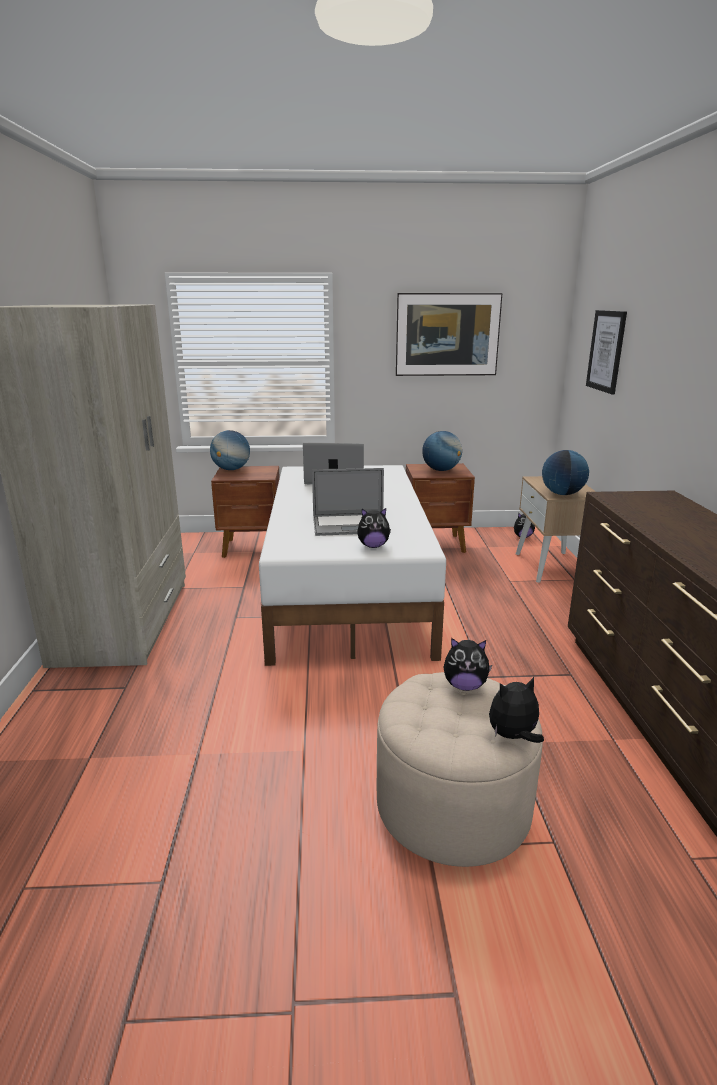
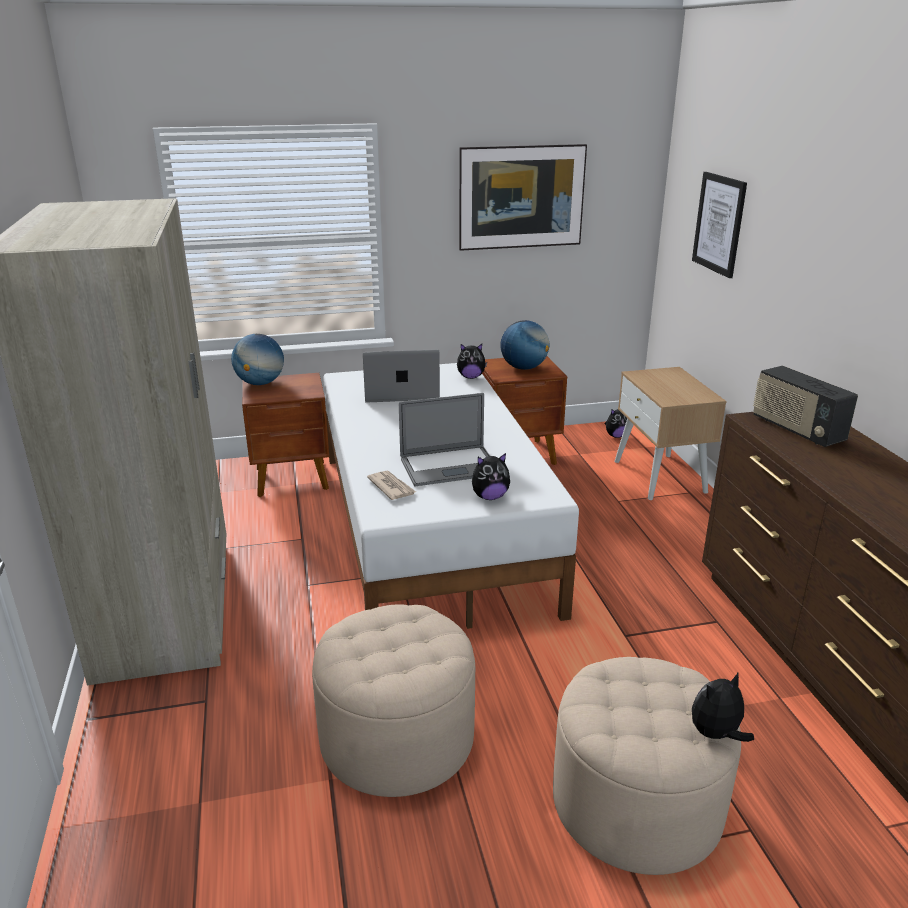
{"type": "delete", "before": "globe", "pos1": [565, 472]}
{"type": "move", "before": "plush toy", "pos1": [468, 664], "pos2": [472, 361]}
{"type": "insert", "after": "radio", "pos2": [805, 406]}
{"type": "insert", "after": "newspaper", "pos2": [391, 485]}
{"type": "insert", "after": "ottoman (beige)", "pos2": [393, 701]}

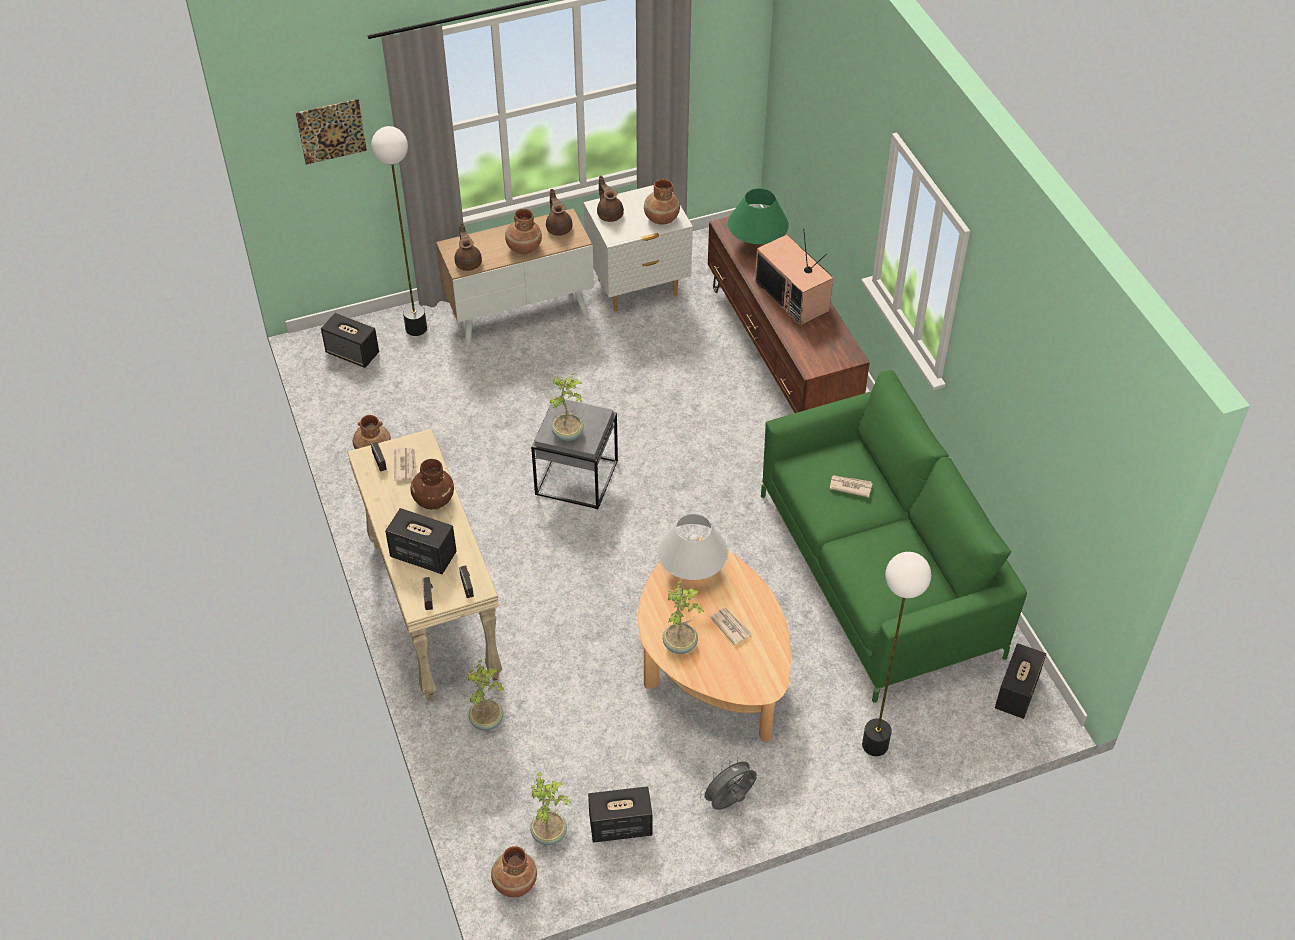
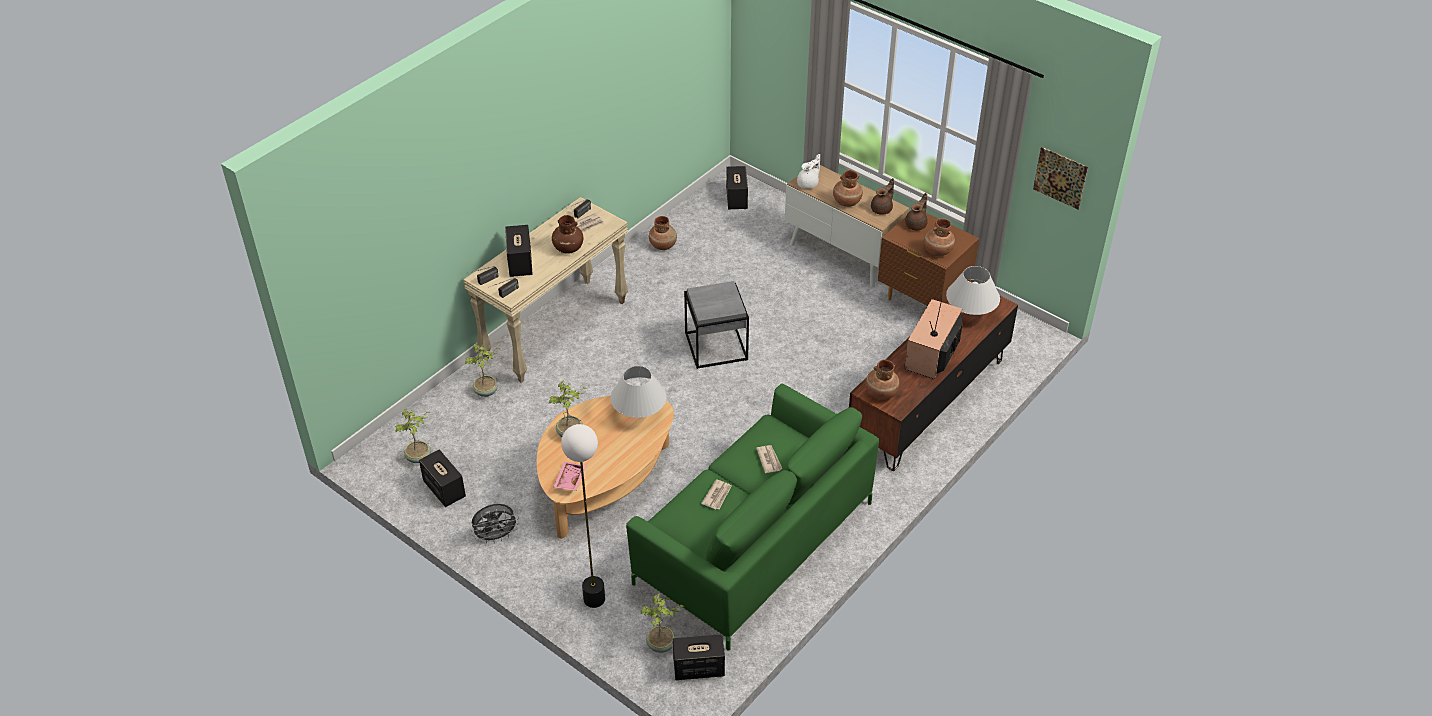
{"type": "move", "before": "picture", "pos1": [331, 132], "pos2": [1060, 178]}
{"type": "delete", "before": "floor lamp", "pos1": [399, 231]}
{"type": "recolor", "before": "nightstand (white)", "after": "nightstand (brown)", "pos1": [638, 248], "pos2": [928, 259]}
{"type": "recolor", "before": "table lamp (green)", "after": "table lamp (white)", "pos1": [758, 216], "pos2": [973, 290]}
{"type": "recolor", "before": "teapot (brown)", "after": "teapot (white)", "pos1": [468, 247], "pos2": [808, 171]}
{"type": "move", "before": "potted plant", "pos1": [566, 407], "pos2": [662, 623]}
{"type": "move", "before": "newspaper", "pos1": [731, 626], "pos2": [716, 494]}
{"type": "rotate", "before": "fan (grey)", "pos1": [728, 783], "pos2": [495, 524], "turn": 135}
{"type": "move", "before": "vase (brown)", "pos1": [514, 871], "pos2": [882, 380]}
{"type": "insert", "after": "tray (pink)", "pos2": [570, 476]}

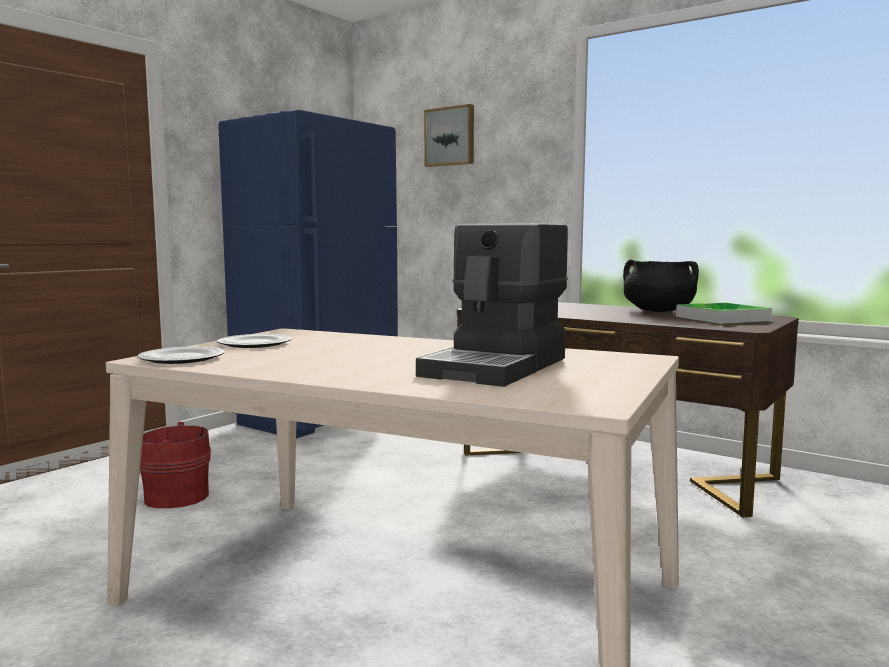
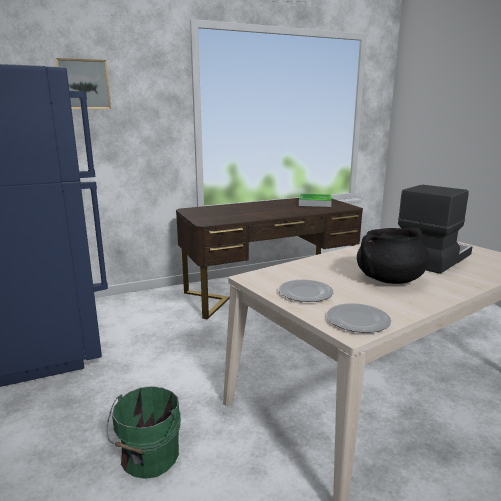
{"type": "rotate", "before": "coffee machine", "pos1": [492, 305], "pos2": [435, 229], "turn": -105}
{"type": "move", "before": "cooking pot (black)", "pos1": [661, 285], "pos2": [393, 255]}
{"type": "recolor", "before": "bucket (red)", "after": "bucket (green)", "pos1": [175, 465], "pos2": [144, 432]}

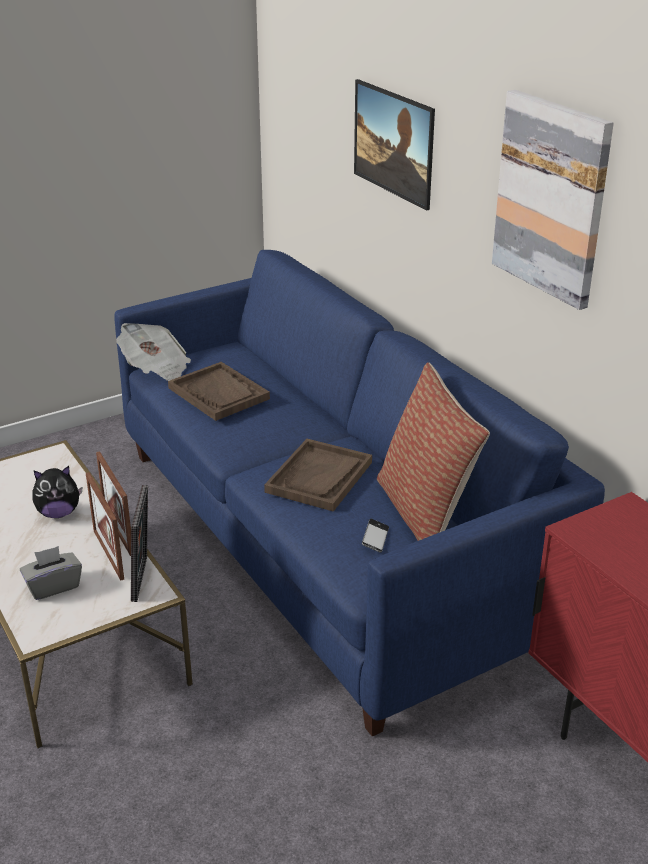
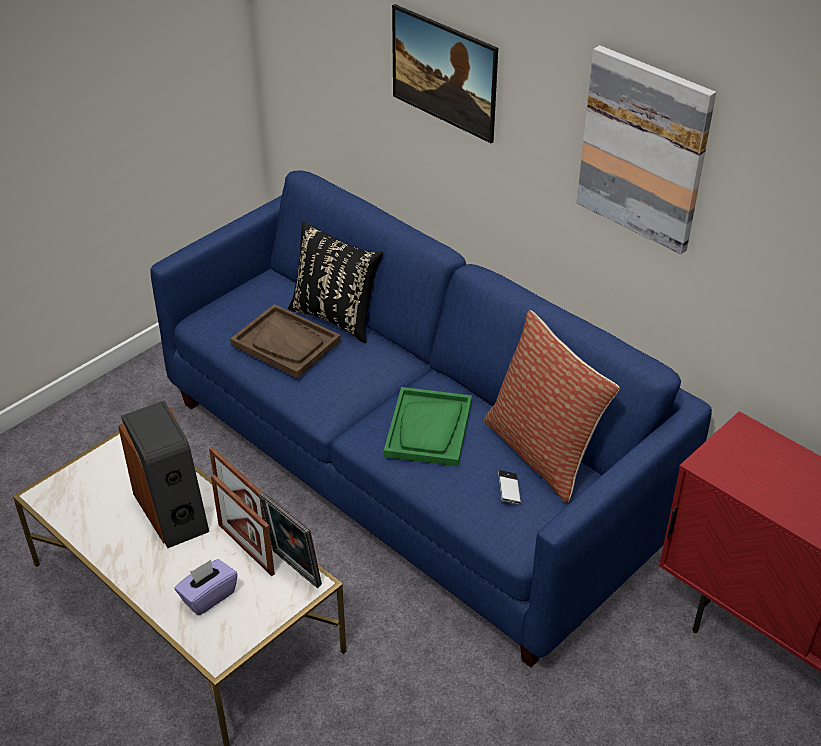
{"type": "delete", "before": "newspaper", "pos1": [153, 352]}
{"type": "recolor", "before": "tray (brown)", "after": "tray (green)", "pos1": [318, 475], "pos2": [428, 427]}
{"type": "replace", "before": "plush toy", "after": "speaker", "pos1": [57, 492], "pos2": [163, 474]}
{"type": "rotate", "before": "picture frame", "pos1": [139, 543], "pos2": [290, 540], "turn": 150}
{"type": "recolor", "before": "tissue box (grey)", "after": "tissue box (purple)", "pos1": [51, 573], "pos2": [206, 587]}
{"type": "insert", "after": "pillow (black)", "pos2": [335, 282]}

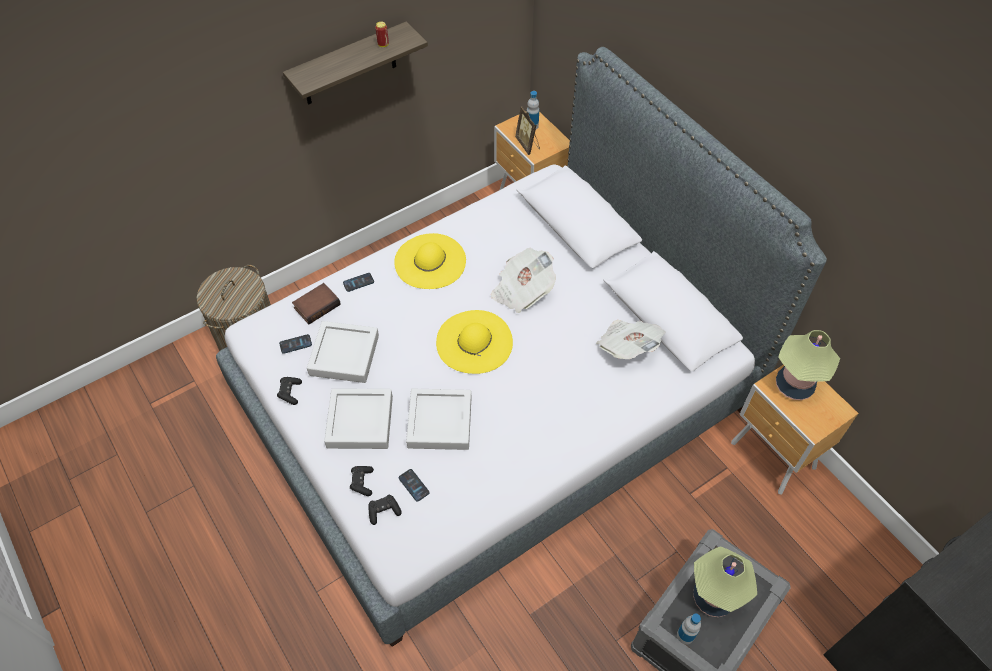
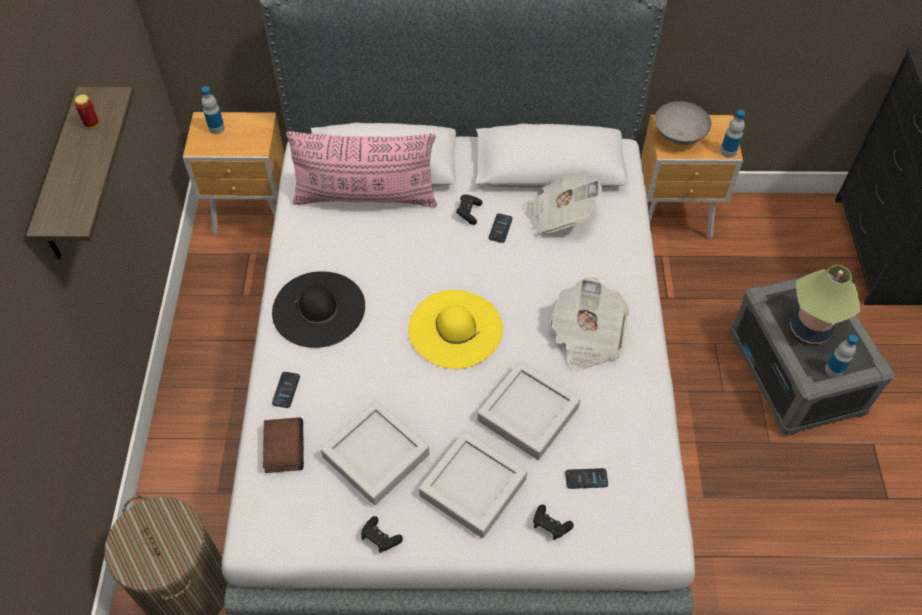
{"type": "delete", "before": "picture frame", "pos1": [527, 130]}
{"type": "recolor", "before": "hat (yellow)", "after": "hat (black)", "pos1": [430, 261], "pos2": [318, 309]}
{"type": "move", "before": "newspaper", "pos1": [523, 280], "pos2": [589, 324]}
{"type": "replace", "before": "table lamp", "after": "bowl (grey)", "pos1": [808, 365], "pos2": [683, 123]}
{"type": "move", "before": "phone", "pos1": [295, 344], "pos2": [501, 228]}
{"type": "move", "before": "game controller (black)", "pos1": [385, 509], "pos2": [469, 209]}
{"type": "insert", "after": "bottle", "pos2": [732, 134]}
{"type": "insert", "after": "pillow (pink)", "pos2": [362, 169]}

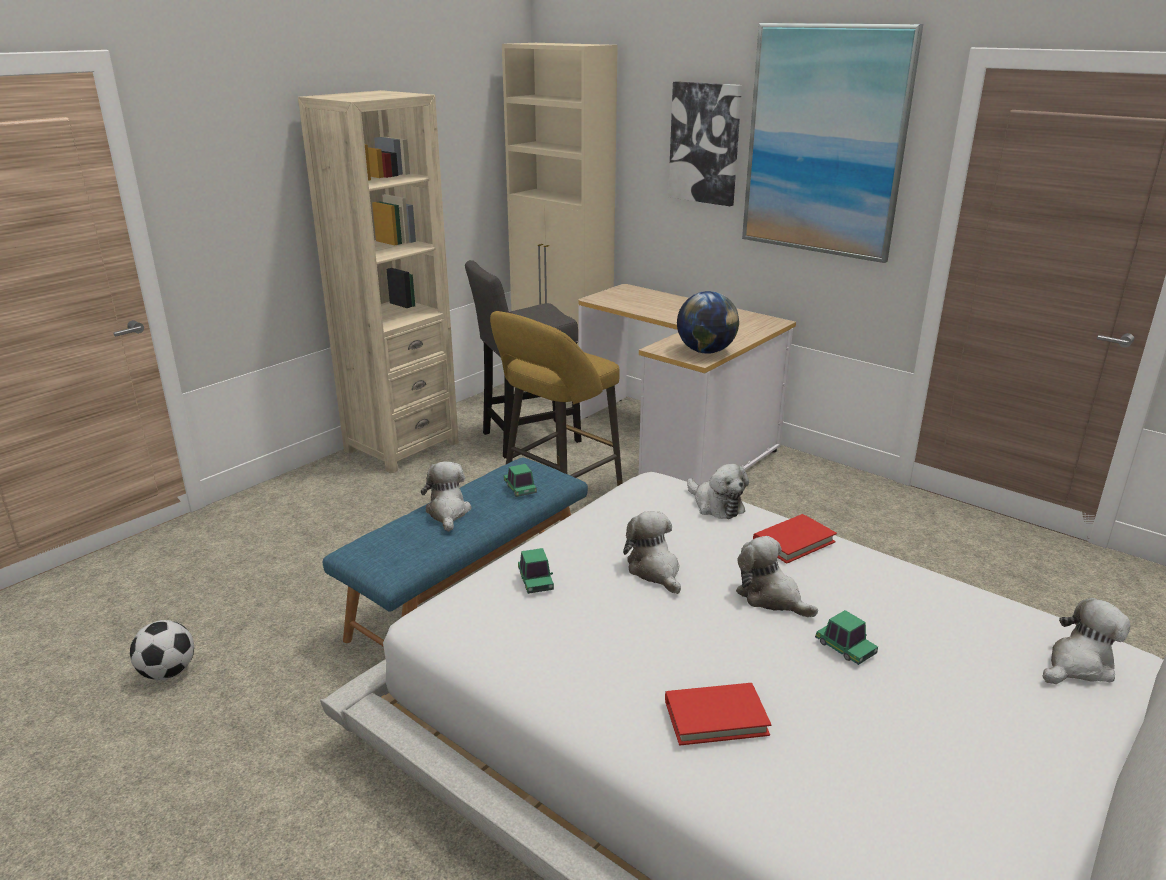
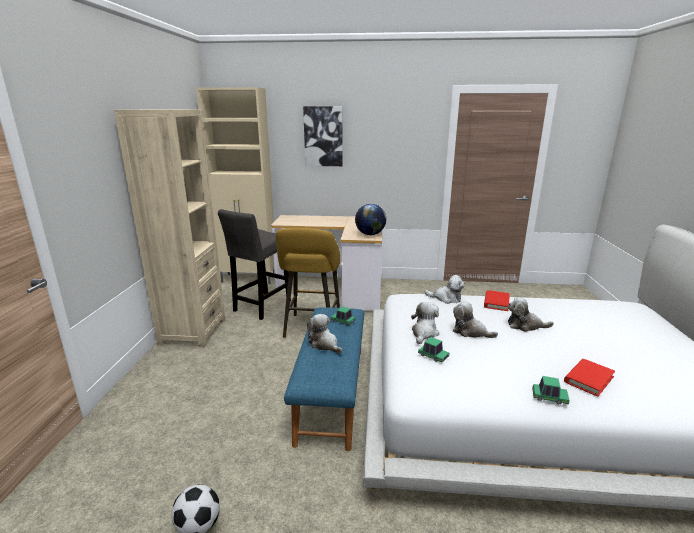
{"type": "delete", "before": "picture", "pos1": [832, 143]}
{"type": "move", "before": "plush toy", "pos1": [1086, 641], "pos2": [425, 323]}
{"type": "move", "before": "toy car", "pos1": [846, 637], "pos2": [551, 390]}

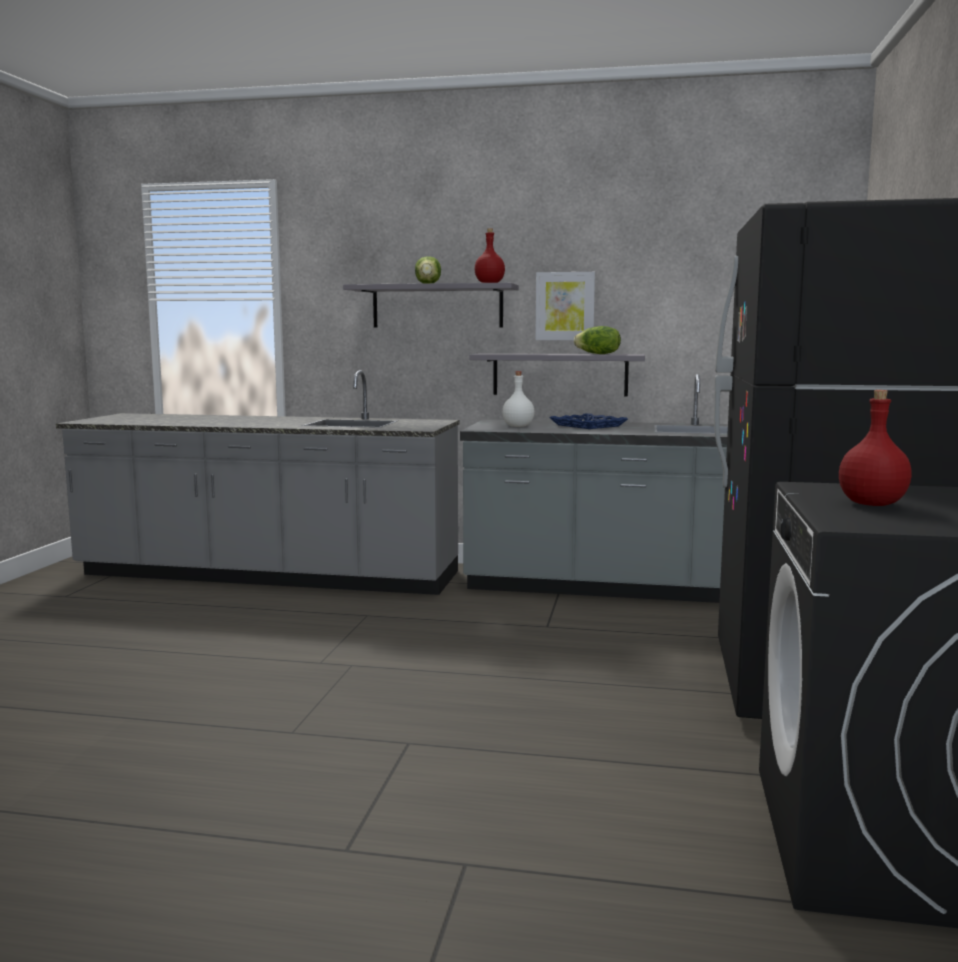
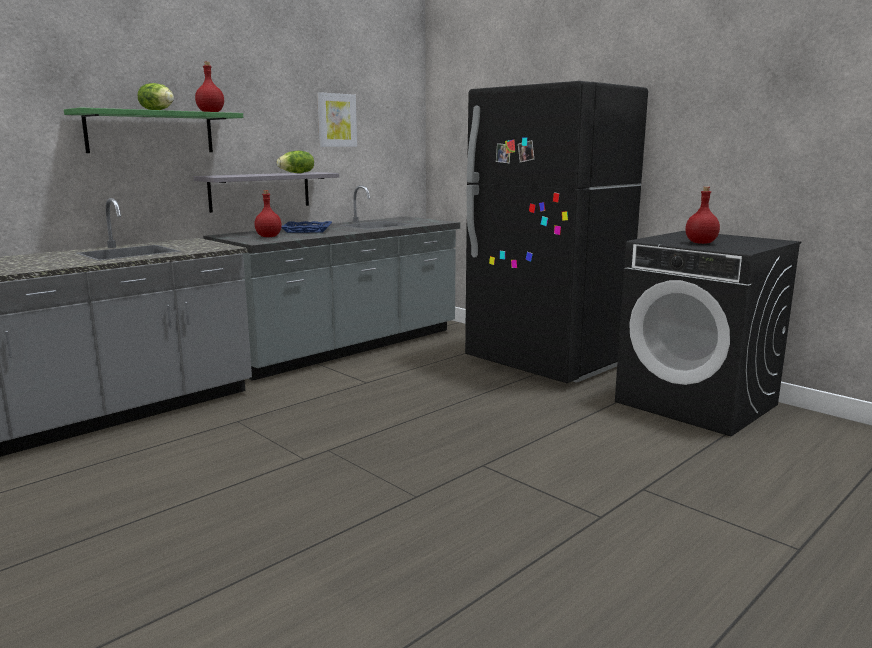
{"type": "move", "before": "picture", "pos1": [565, 306], "pos2": [337, 119]}
{"type": "recolor", "before": "shelf (grey)", "after": "shelf (green)", "pos1": [431, 305], "pos2": [153, 130]}
{"type": "recolor", "before": "bottle (white)", "after": "bottle (red)", "pos1": [518, 399], "pos2": [268, 213]}

